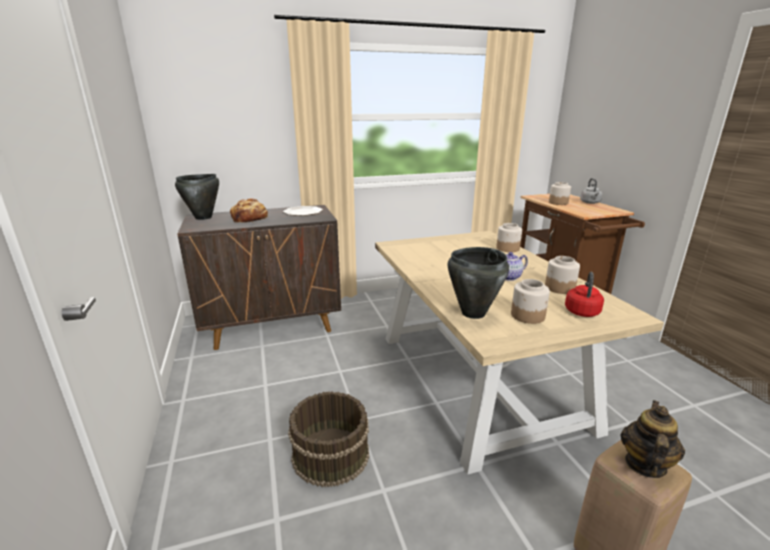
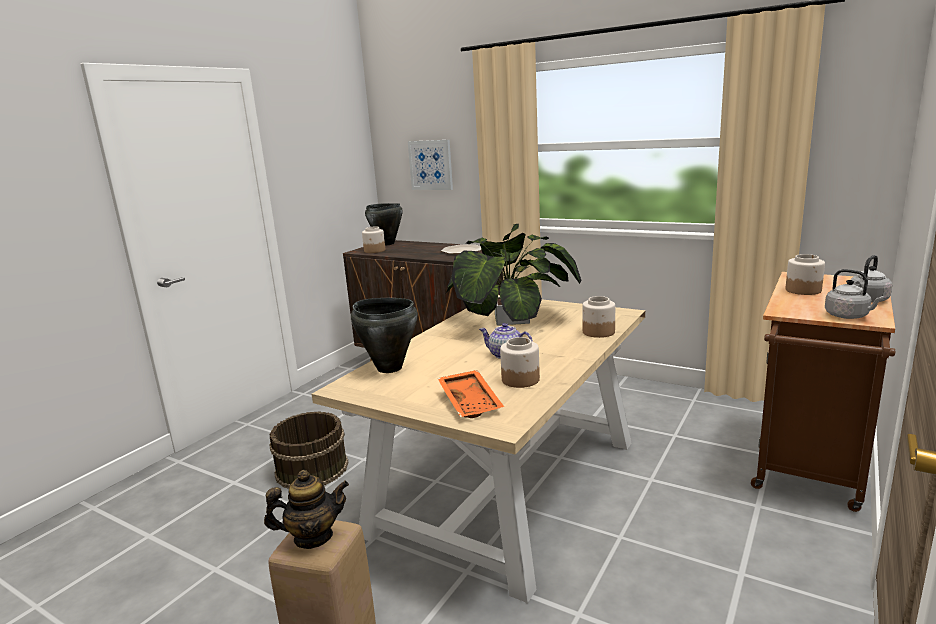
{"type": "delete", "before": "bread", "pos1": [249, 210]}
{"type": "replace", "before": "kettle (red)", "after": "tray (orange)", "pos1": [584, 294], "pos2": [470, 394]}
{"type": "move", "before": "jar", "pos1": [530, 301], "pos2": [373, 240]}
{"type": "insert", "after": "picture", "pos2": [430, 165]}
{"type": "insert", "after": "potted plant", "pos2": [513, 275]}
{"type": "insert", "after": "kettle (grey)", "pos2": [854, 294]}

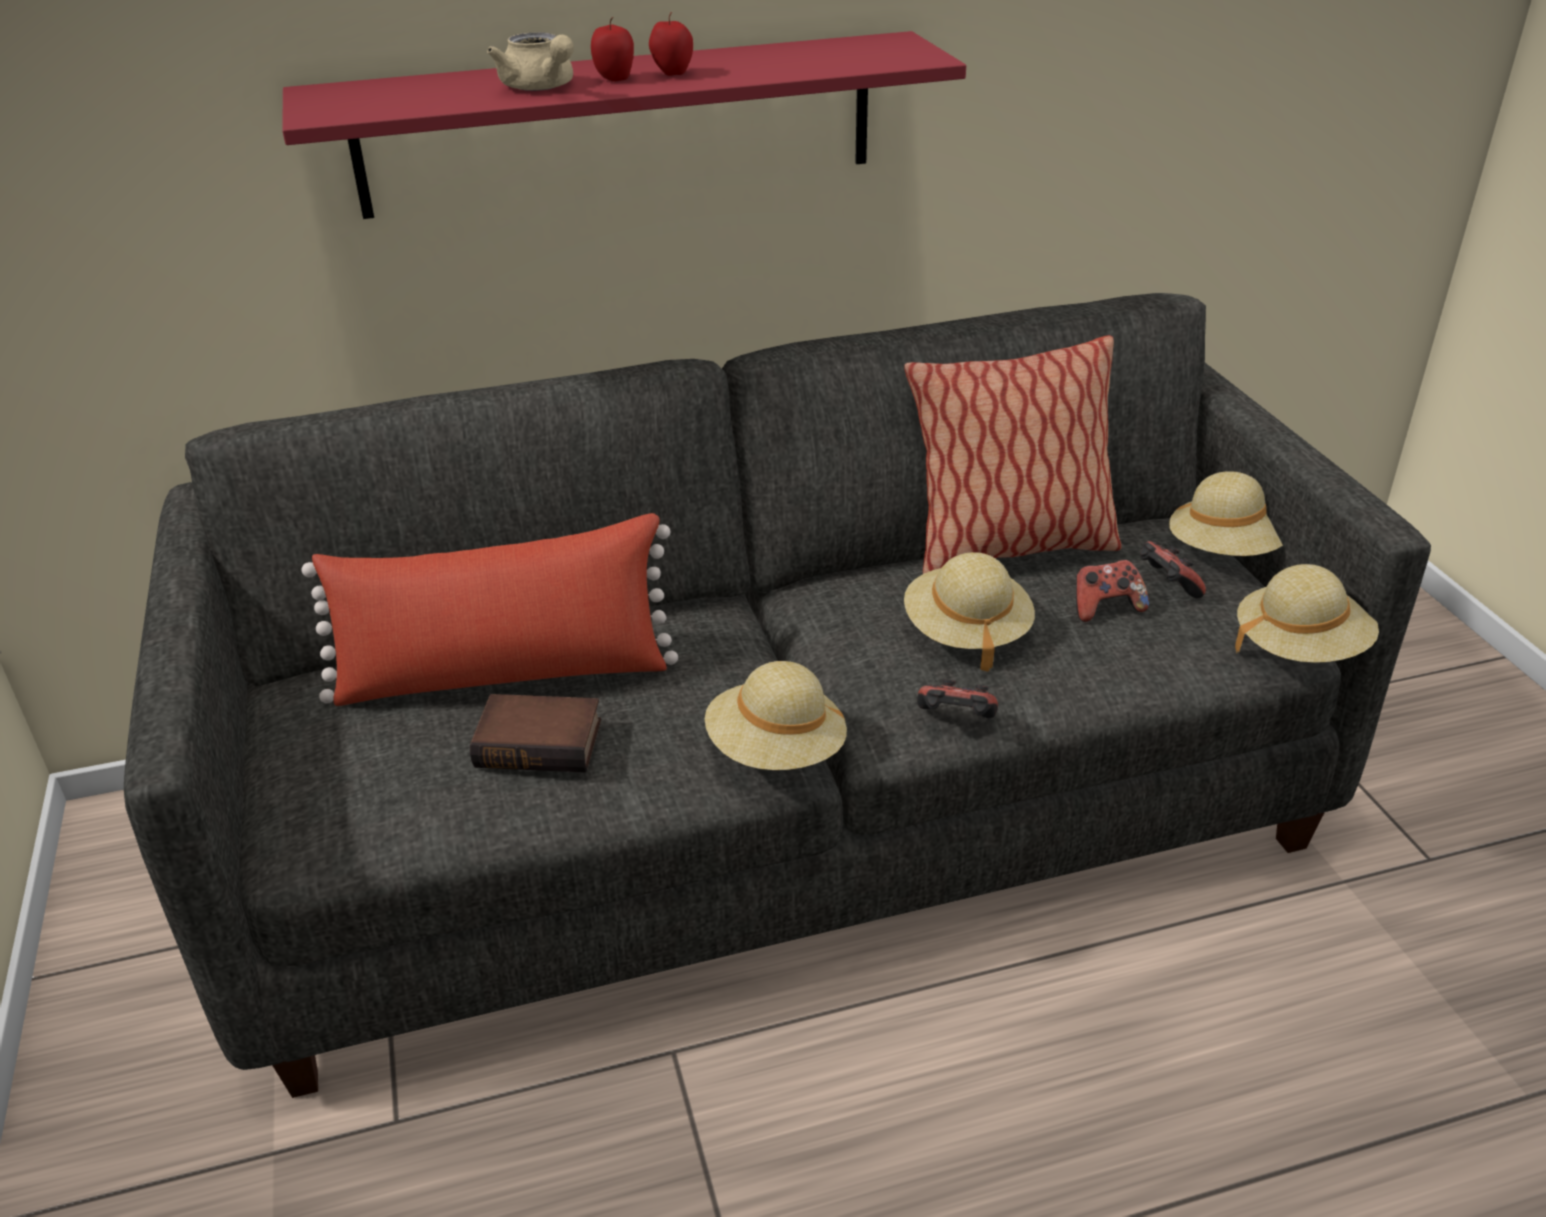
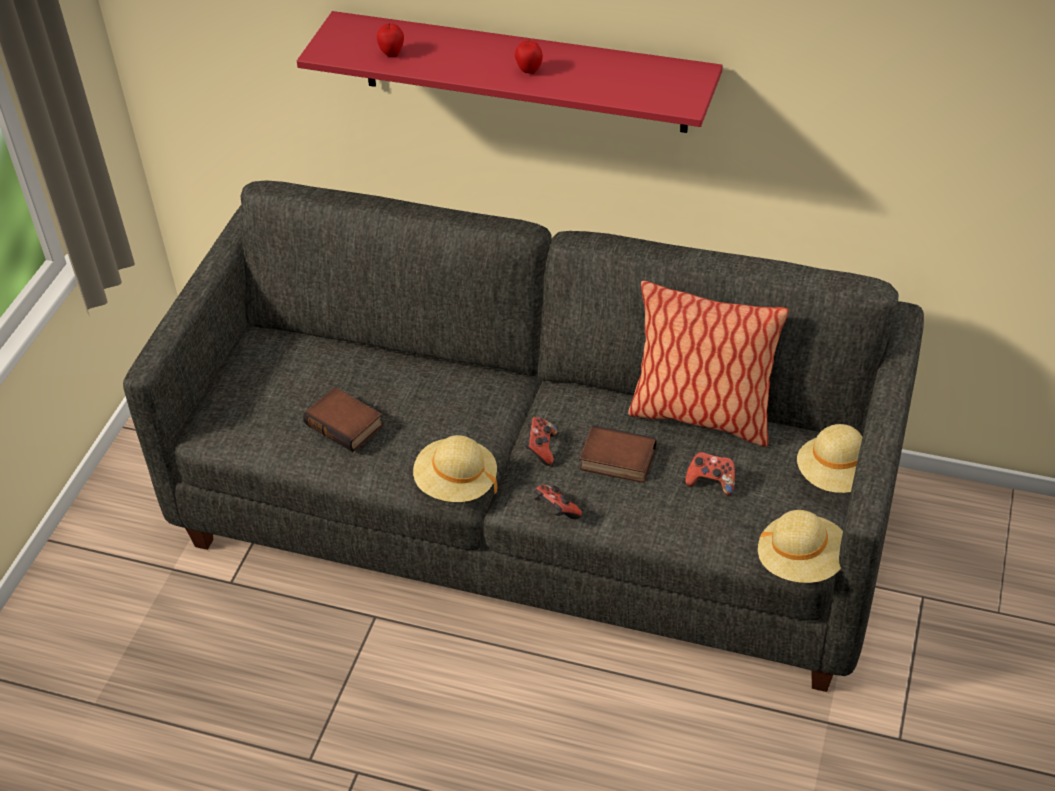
{"type": "move", "before": "apple", "pos1": [612, 49], "pos2": [390, 40]}
{"type": "delete", "before": "teapot (beige)", "pos1": [530, 61]}
{"type": "delete", "before": "pillow (red)", "pos1": [490, 609]}
{"type": "move", "before": "game controller", "pos1": [1173, 569], "pos2": [540, 441]}
{"type": "replace", "before": "hat (beige)", "after": "book", "pos1": [969, 612], "pos2": [618, 454]}

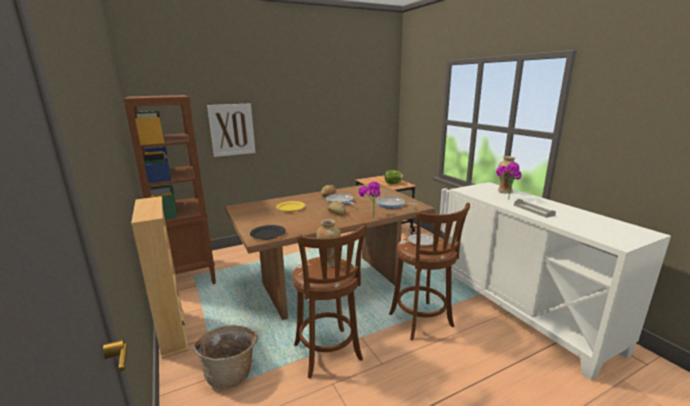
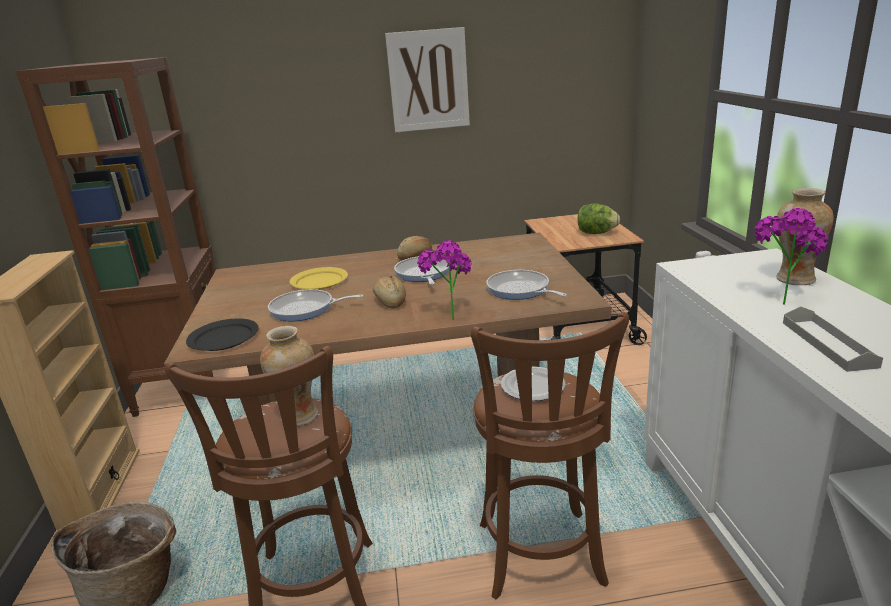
{"type": "move", "before": "picture", "pos1": [231, 130], "pos2": [427, 79]}
{"type": "insert", "after": "frying pan", "pos2": [315, 305]}

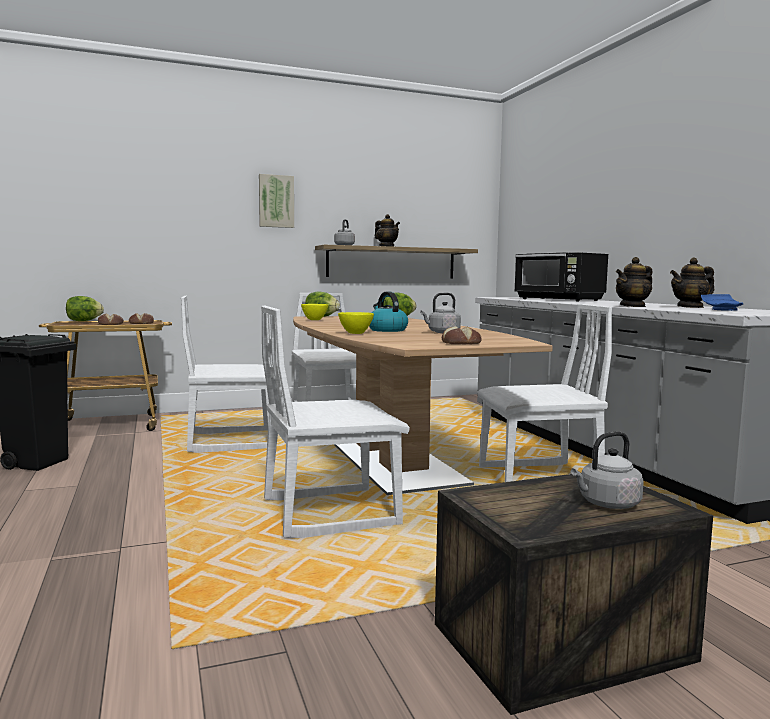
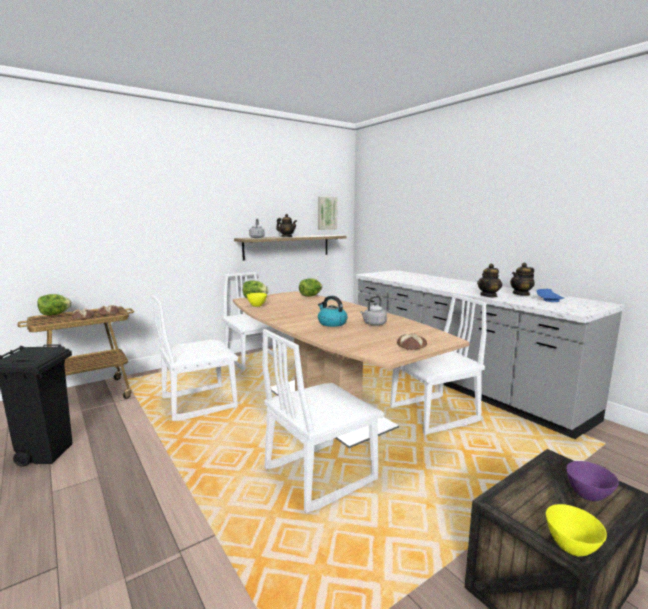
{"type": "move", "before": "picture", "pos1": [276, 201], "pos2": [327, 213]}
{"type": "delete", "before": "microwave (black)", "pos1": [561, 276]}
{"type": "move", "before": "bowl (yellow)", "pos1": [356, 323], "pos2": [576, 530]}
{"type": "replace", "before": "kettle (grey)", "after": "bowl (purple)", "pos1": [607, 470], "pos2": [592, 481]}

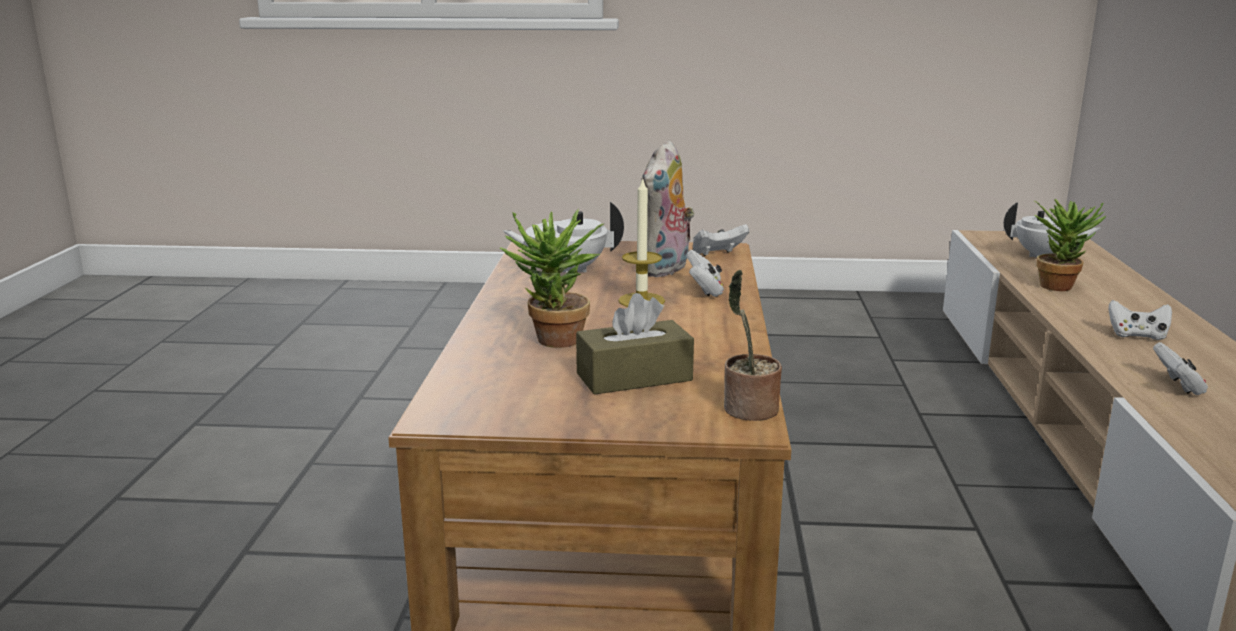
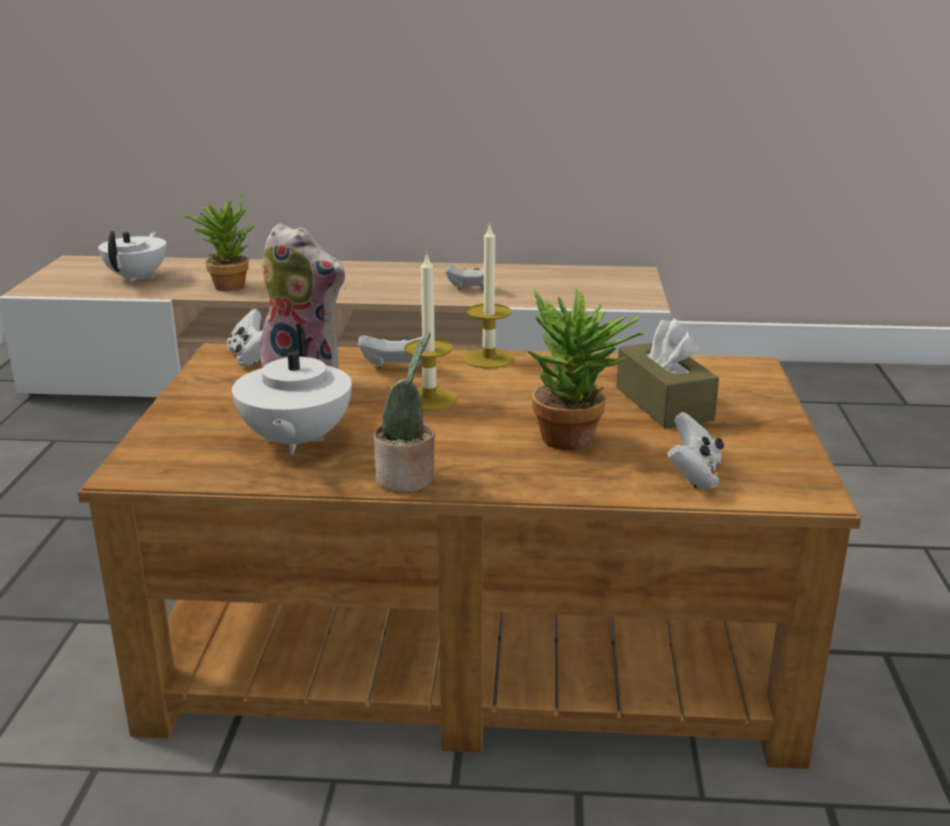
{"type": "move", "before": "potted plant", "pos1": [753, 345], "pos2": [404, 412]}
{"type": "move", "before": "game controller (white)", "pos1": [1140, 320], "pos2": [695, 451]}
{"type": "insert", "after": "candle", "pos2": [489, 295]}

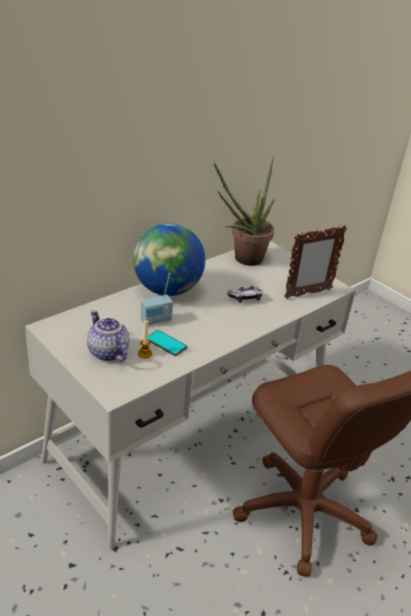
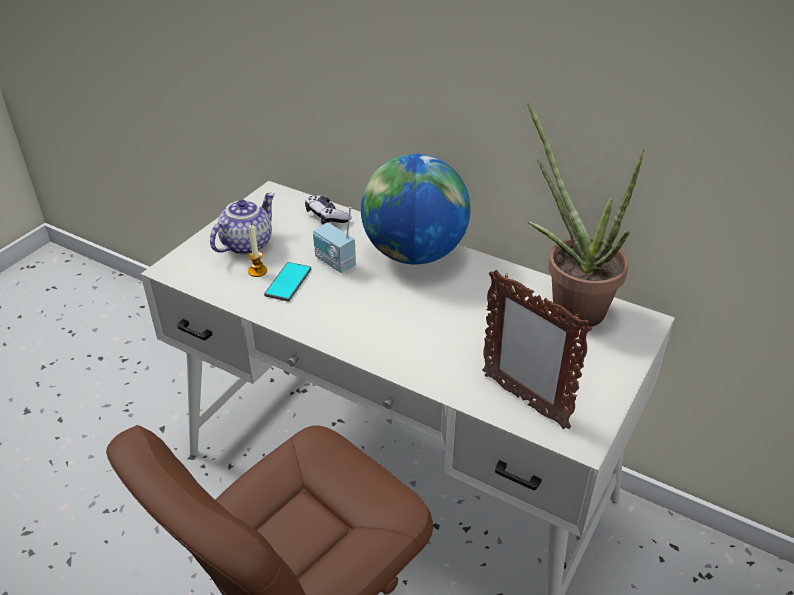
{"type": "move", "before": "game controller", "pos1": [244, 294], "pos2": [328, 210]}

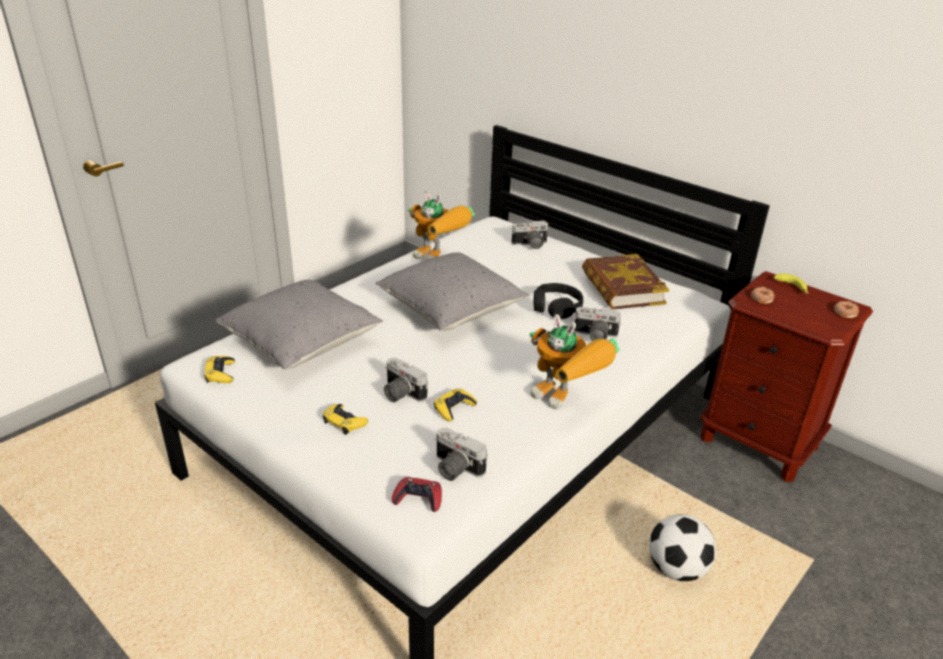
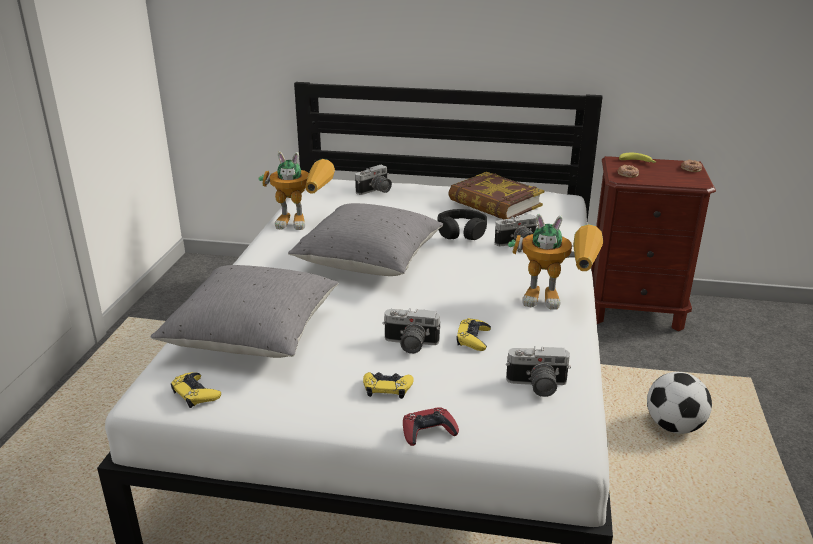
{"type": "move", "before": "game controller (red)", "pos1": [417, 494], "pos2": [431, 426]}

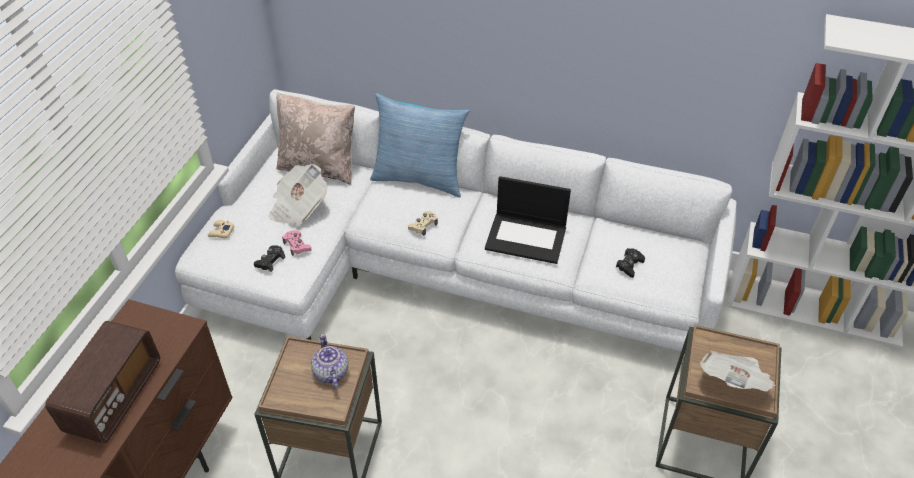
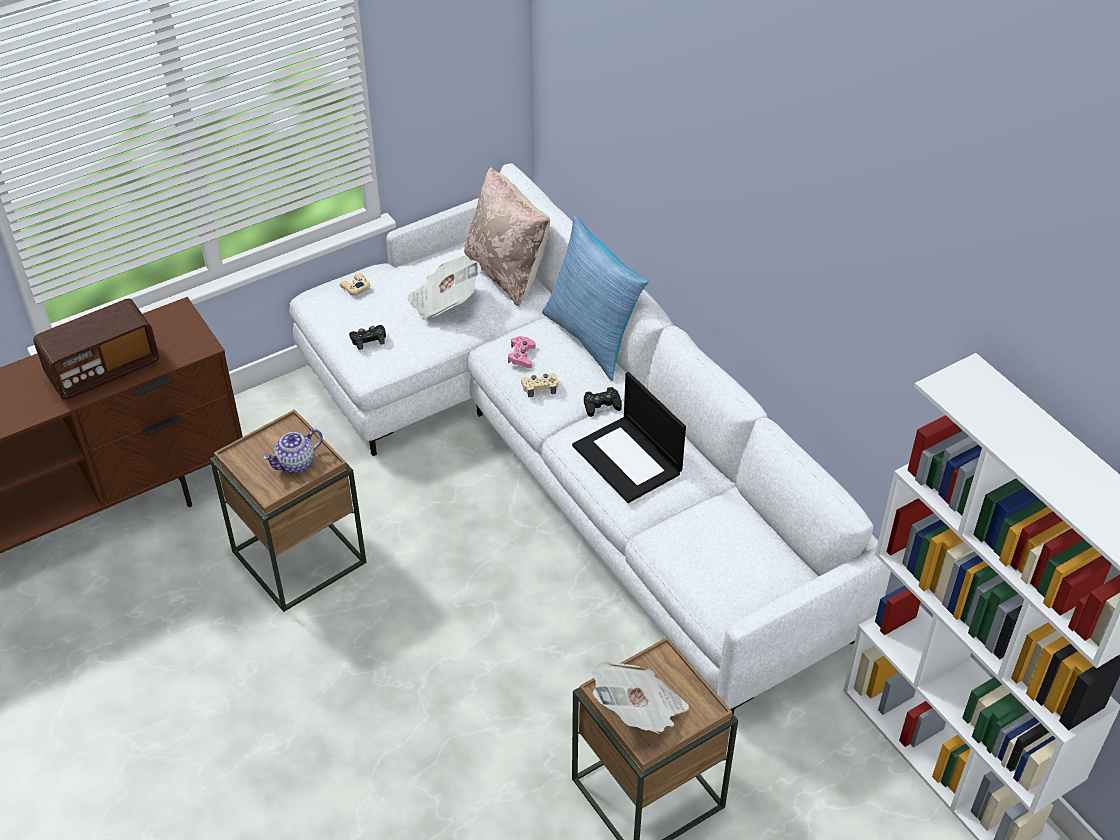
{"type": "move", "before": "game controller (pink)", "pos1": [296, 243], "pos2": [522, 352]}
{"type": "move", "before": "game controller (black)", "pos1": [630, 263], "pos2": [603, 402]}
{"type": "rotate", "before": "teapot", "pos1": [329, 361], "pos2": [293, 451], "turn": -150}

